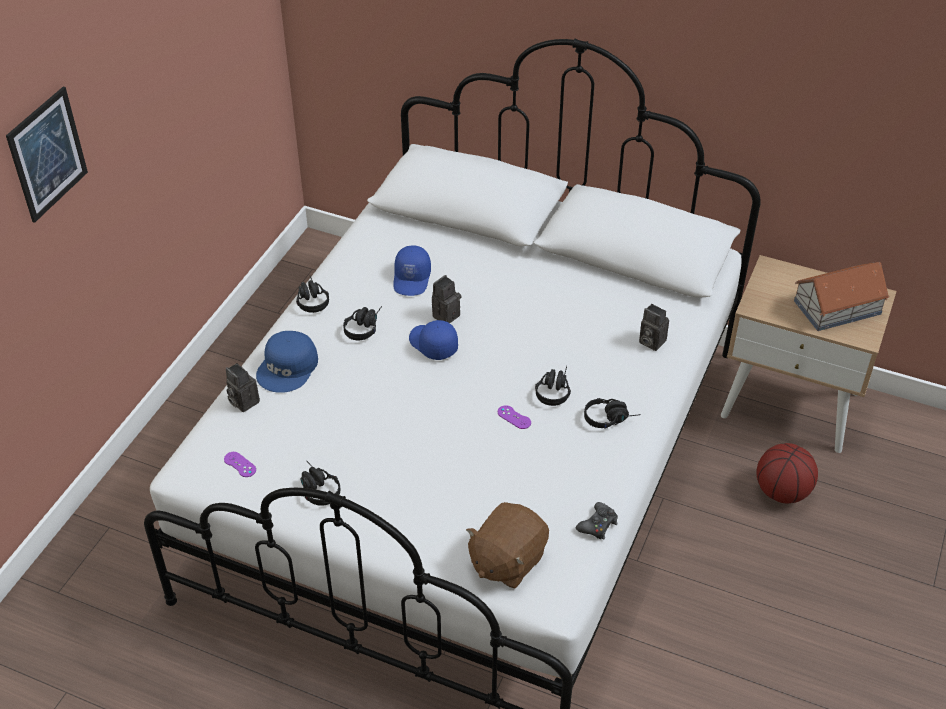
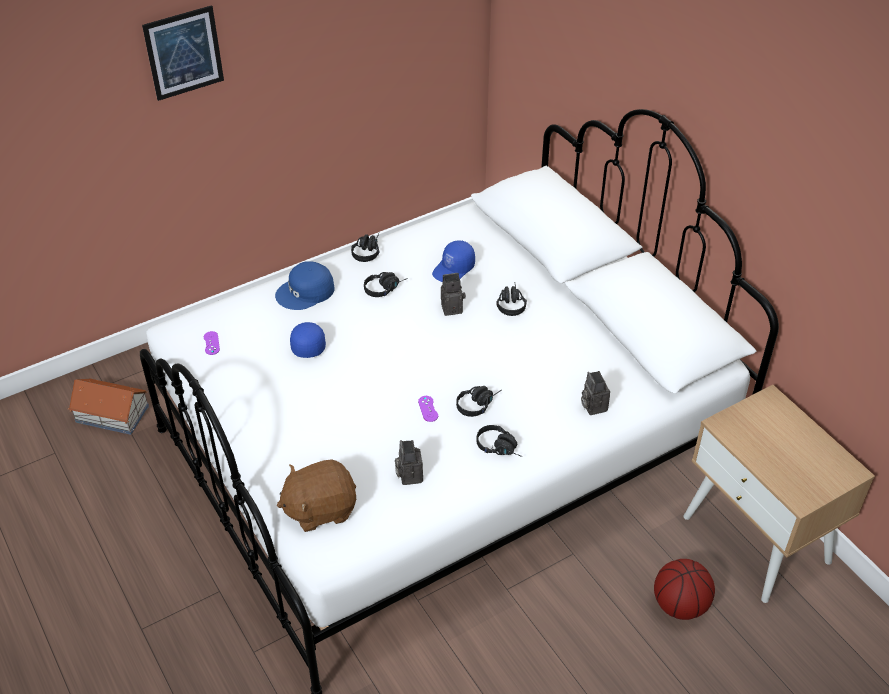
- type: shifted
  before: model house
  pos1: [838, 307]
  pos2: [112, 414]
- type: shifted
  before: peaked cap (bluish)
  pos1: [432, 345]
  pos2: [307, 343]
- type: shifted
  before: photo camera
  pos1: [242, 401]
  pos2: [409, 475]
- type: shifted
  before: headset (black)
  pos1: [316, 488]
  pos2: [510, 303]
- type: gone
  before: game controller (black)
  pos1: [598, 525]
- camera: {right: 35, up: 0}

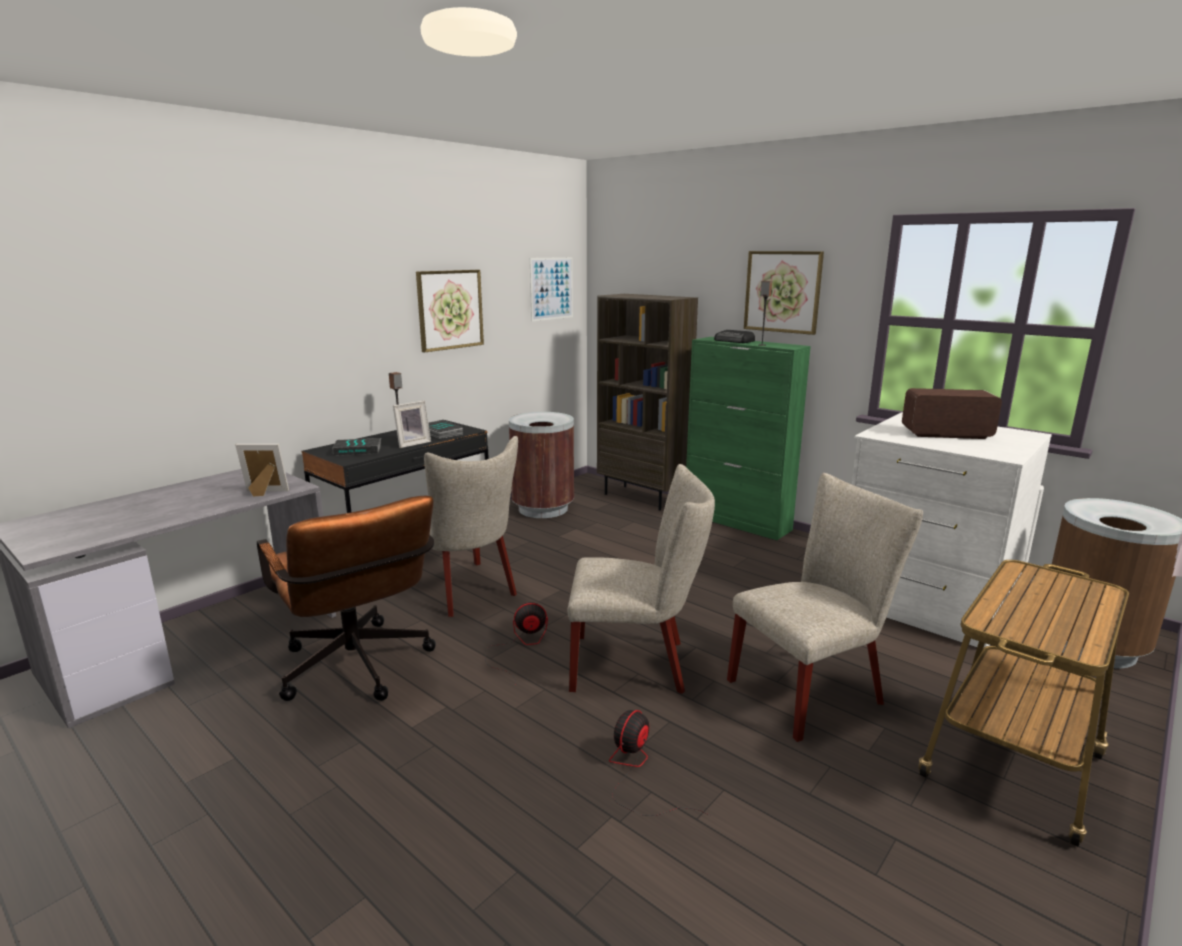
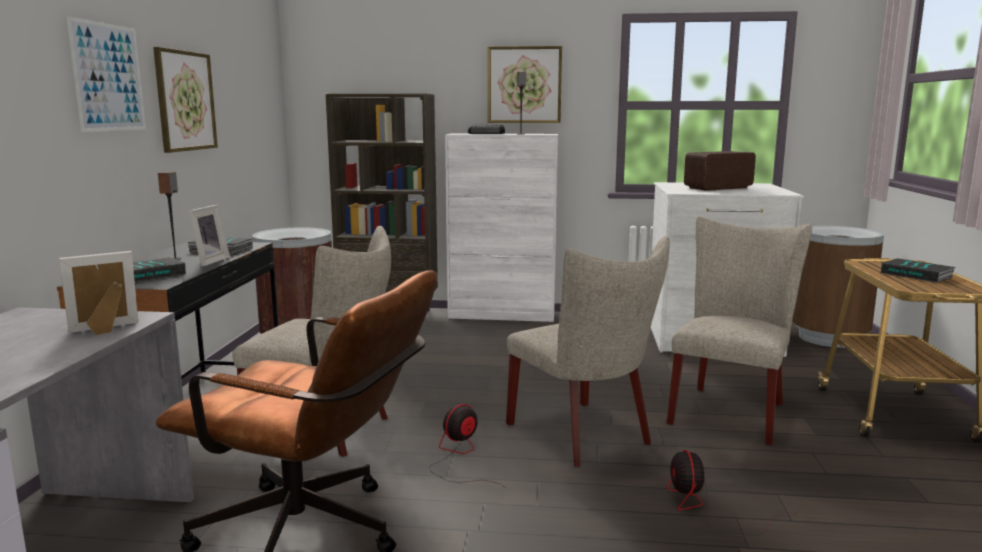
- type: shifted
  before: wall picture
  pos1: [551, 288]
  pos2: [108, 77]
- type: repainted
  before: cabinet (green)
  after: cabinet (white-coloured)
  pos1: [737, 522]
  pos2: [502, 315]
- type: rotated
  before: chair (beige)
  pos1: [637, 664]
  pos2: [585, 436]
  turn: 90
- type: new
  after: volume
  pos2: [917, 275]
- camera: {right: -35, up: -5}

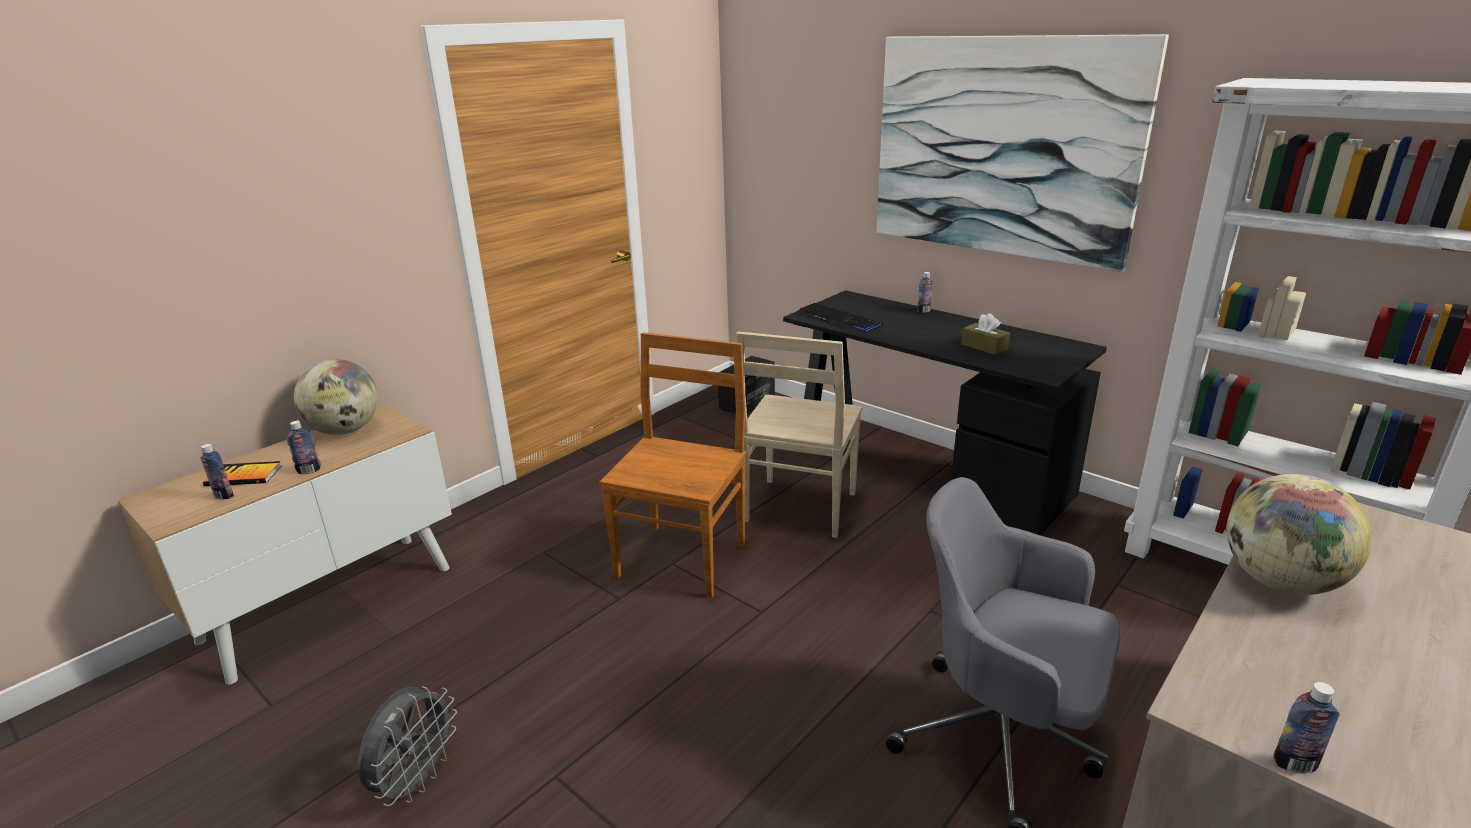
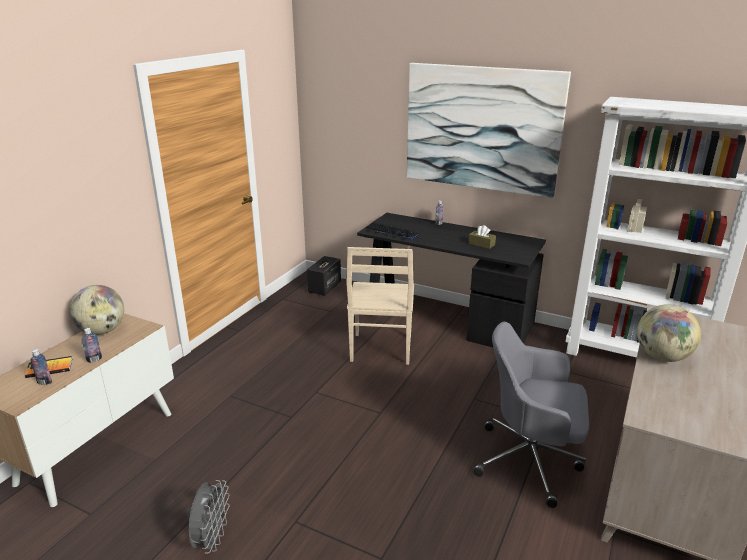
- type: gone
  before: chair (brownish)
  pos1: [683, 558]
- type: gone
  before: beverage bottle
  pos1: [1294, 764]
- camera: {right: -15, up: 0}

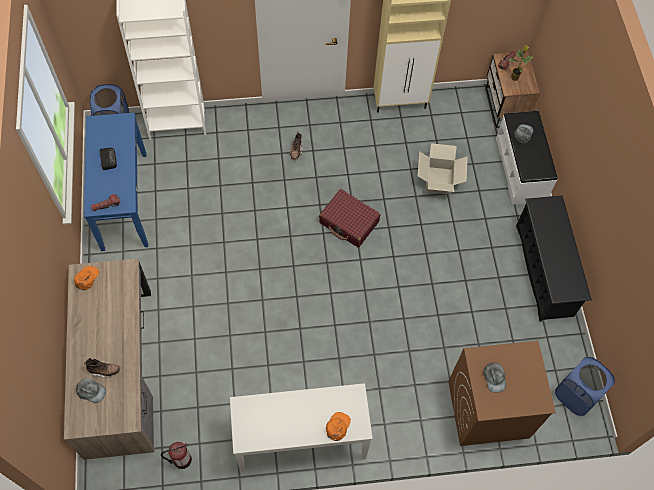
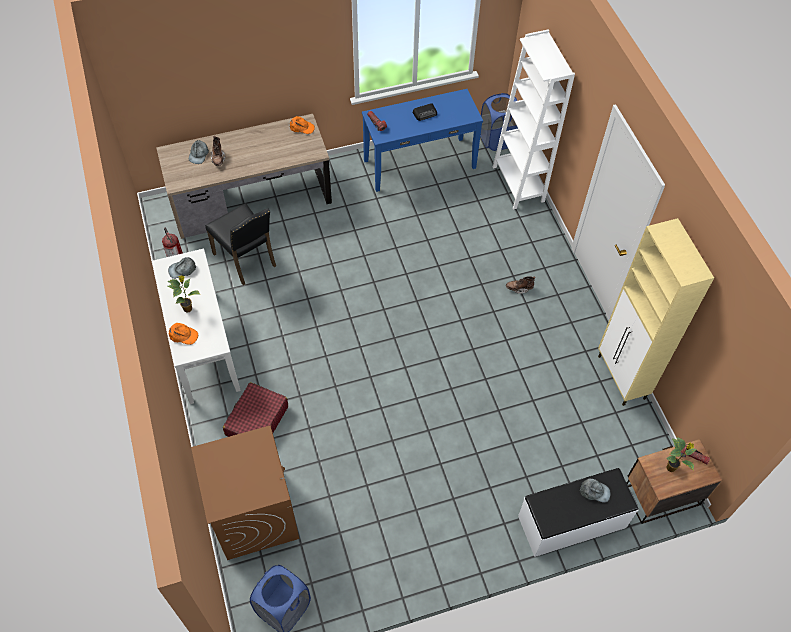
- type: gone
  before: packing box
  pos1: [439, 180]
- type: shifted
  before: travel case (red)
  pos1: [349, 222]
  pos2: [256, 421]
- type: gone
  before: shoe rack (black)
  pos1: [544, 270]
- type: shifted
  before: peaked cap (gray)
  pos1: [494, 378]
  pos2: [182, 269]
- type: new
  after: chair (black)
  pos2: [246, 260]
- type: new
  after: potted plant
  pos2: [188, 308]
- camera: {right: 80, up: -5}

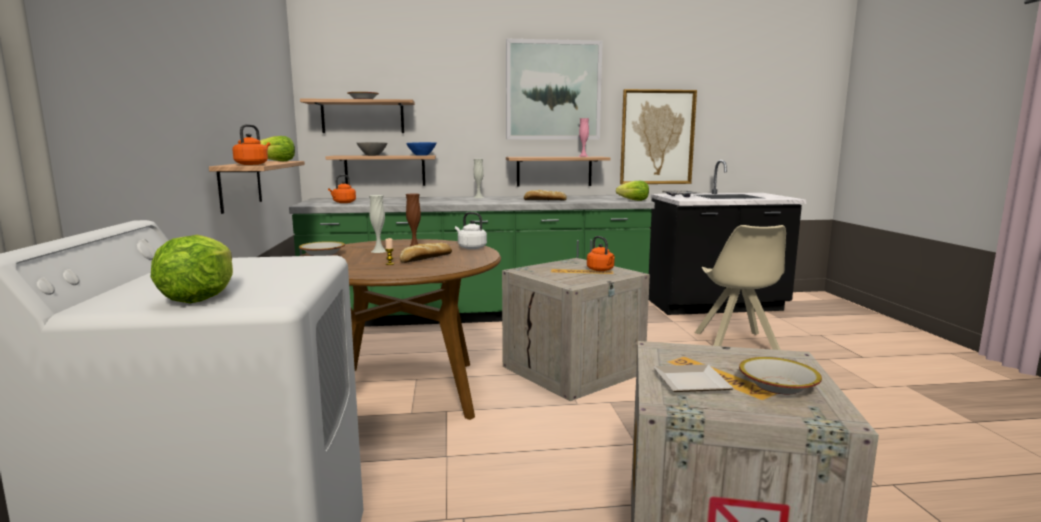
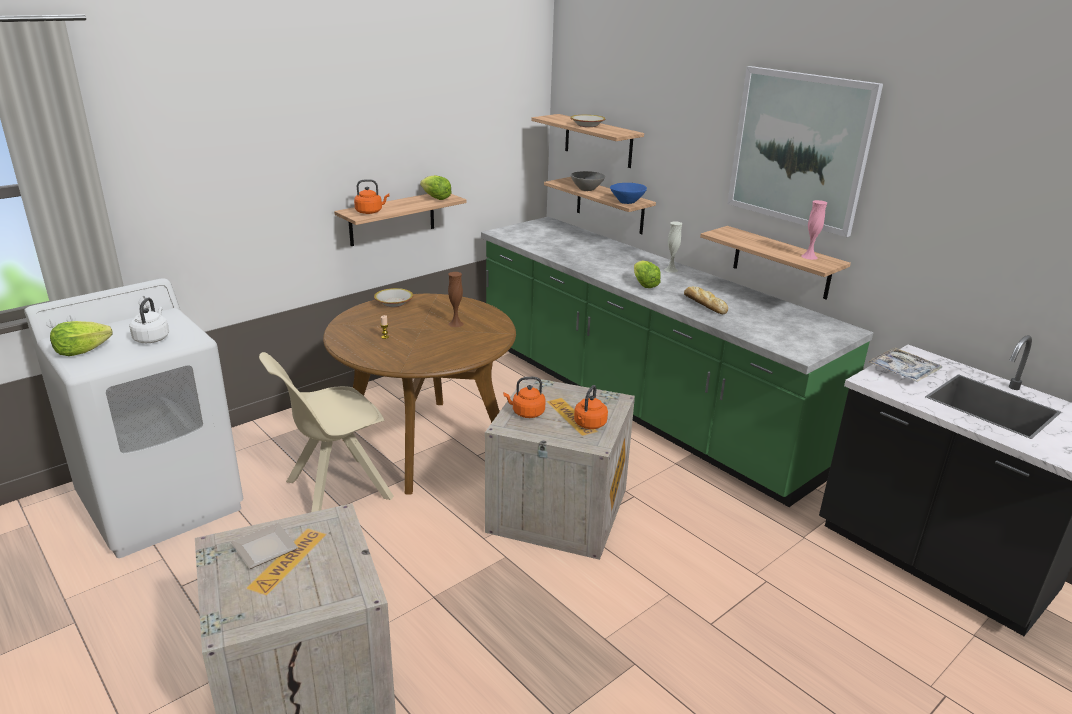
- type: gone
  before: wall picture
  pos1: [657, 137]
- type: shifted
  before: water kettle (orange-coloured)
  pos1: [343, 202]
  pos2: [526, 413]
- type: shifted
  before: head of lettuce
  pos1: [634, 200]
  pos2: [644, 285]
- type: gone
  before: decorative vase (white-coloured)
  pos1: [379, 251]
- type: shifted
  before: water kettle (white-coloured)
  pos1: [470, 247]
  pos2: [152, 338]
- type: shifted
  before: chair (beige)
  pos1: [736, 344]
  pos2: [335, 490]
- type: gone
  before: bakery bread
  pos1: [425, 258]
- type: gone
  before: bowl
  pos1: [777, 385]
- camera: {right: 55, up: 15}

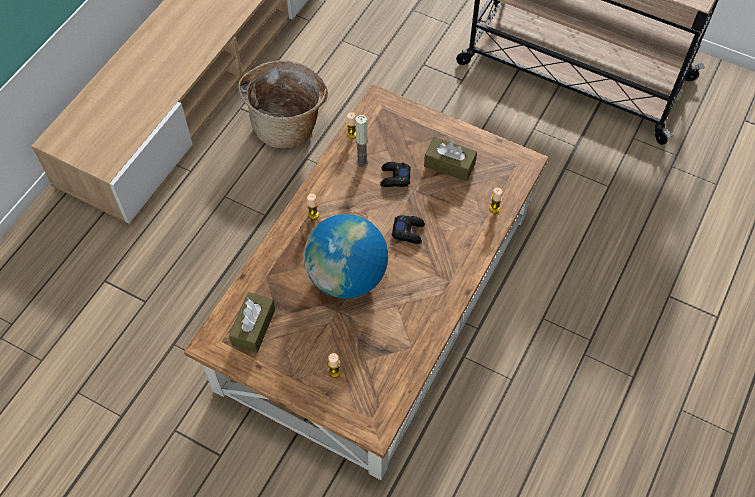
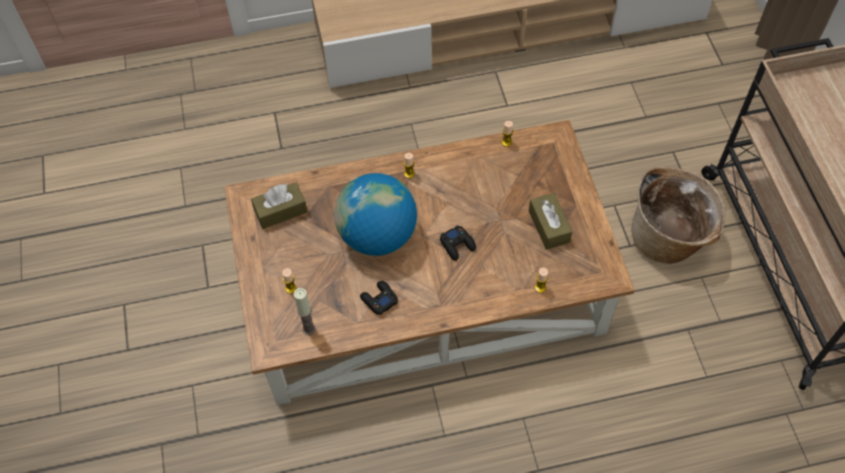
- type: shifted
  before: storage basket
  pos1: [288, 125]
  pos2: [669, 238]
- type: shifted
  before: wax candle
  pos1: [362, 162]
  pos2: [309, 329]
- type: shifted
  before: game controller (black)
  pos1: [394, 178]
  pos2: [378, 299]
- camera: {right: 50, up: 0}

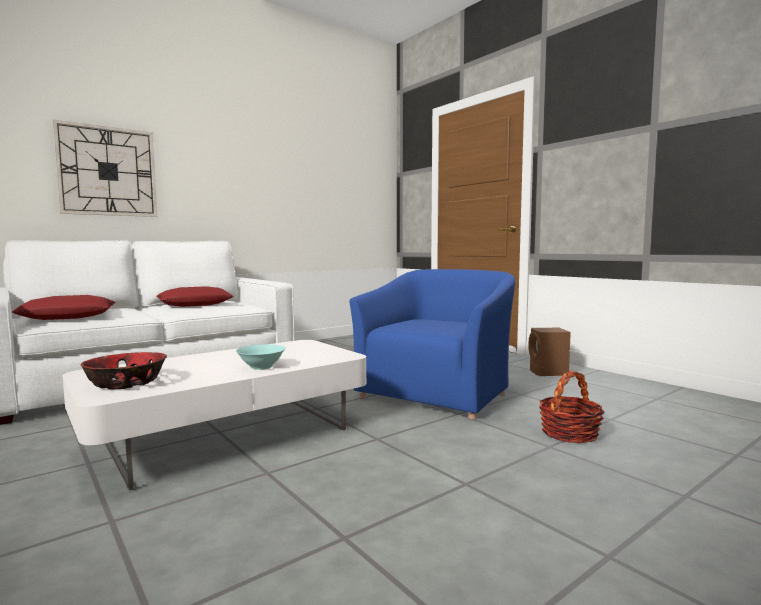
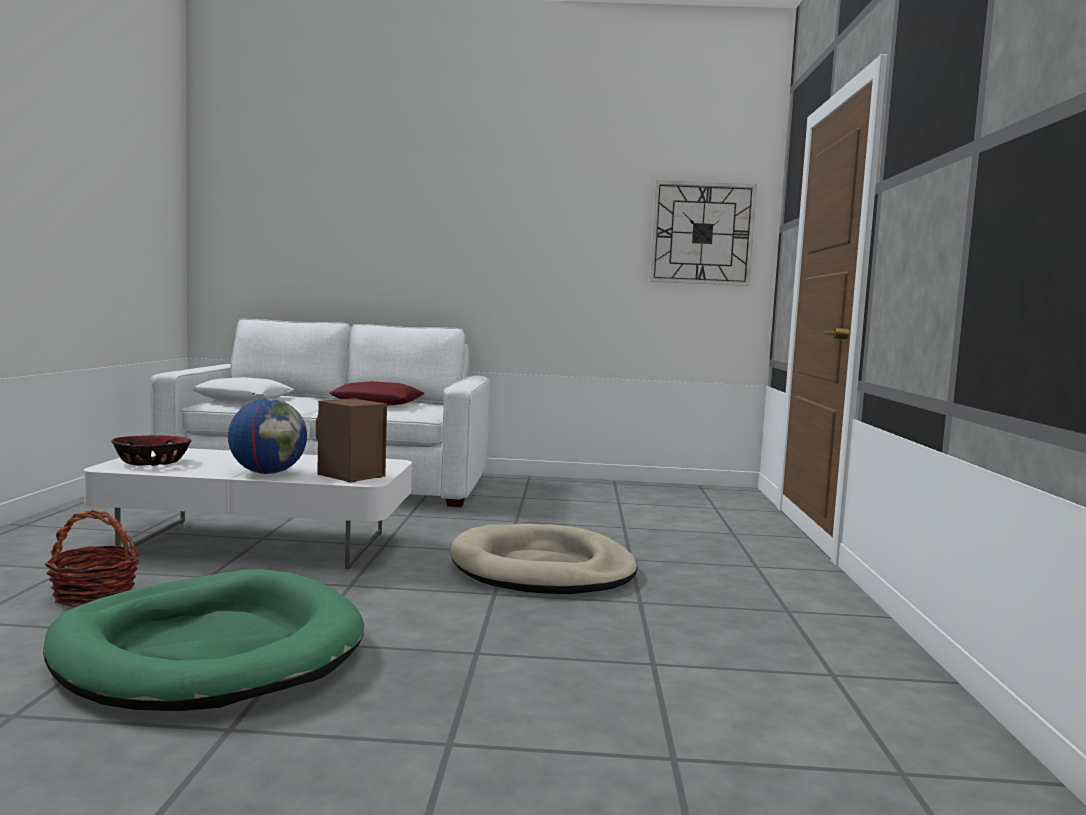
- type: shifted
  before: clock on the wall
  pos1: [107, 171]
  pos2: [702, 233]
- type: swapped
  before: easy chair (bluish)
  after: dog cushion (beige)
  pos1: [436, 393]
  pos2: [542, 569]
- type: repainted
  before: throw pillow (red)
  after: throw pillow (white-coloured)
  pos1: [68, 316]
  pos2: [243, 399]
- type: shifted
  before: speaker (brownish)
  pos1: [548, 373]
  pos2: [349, 476]
- type: swapped
  before: bowl (turquoise-coloured)
  after: globe
  pos1: [260, 367]
  pos2: [268, 473]
- type: shifted
  before: storage basket
  pos1: [569, 433]
  pos2: [94, 595]
- type: new
  after: dog cushion (green)
  pos2: [209, 650]
- camera: {right: 40, up: 0}

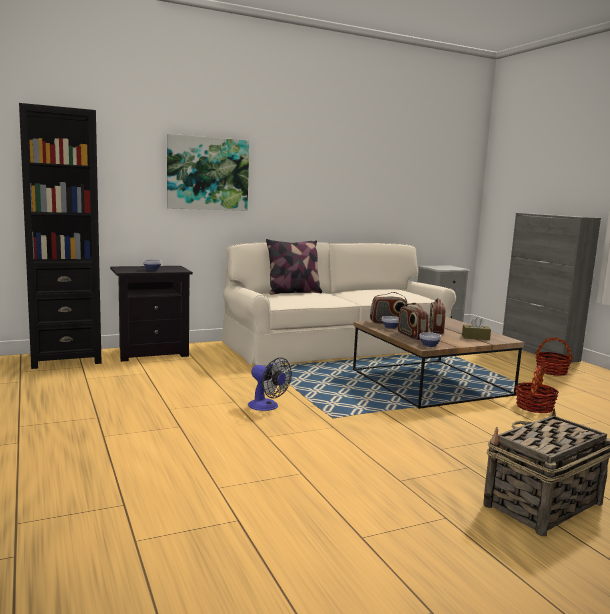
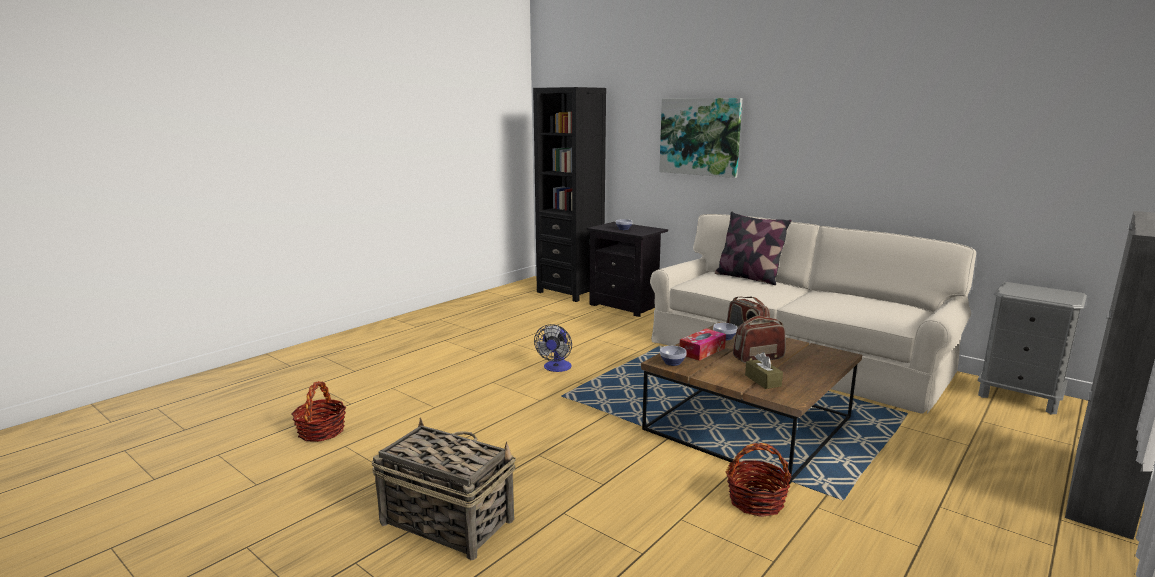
- type: swapped
  before: radio receiver
  after: tissue box
  pos1: [411, 336]
  pos2: [702, 351]
- type: shifted
  before: storage basket
  pos1: [551, 371]
  pos2: [321, 431]
- camera: {right: 65, up: 5}

